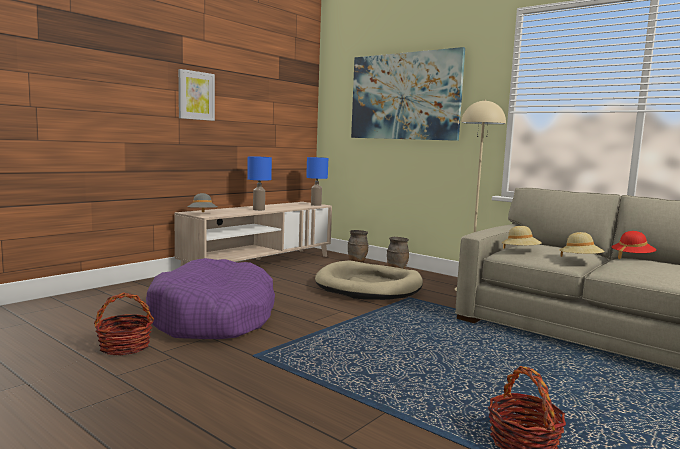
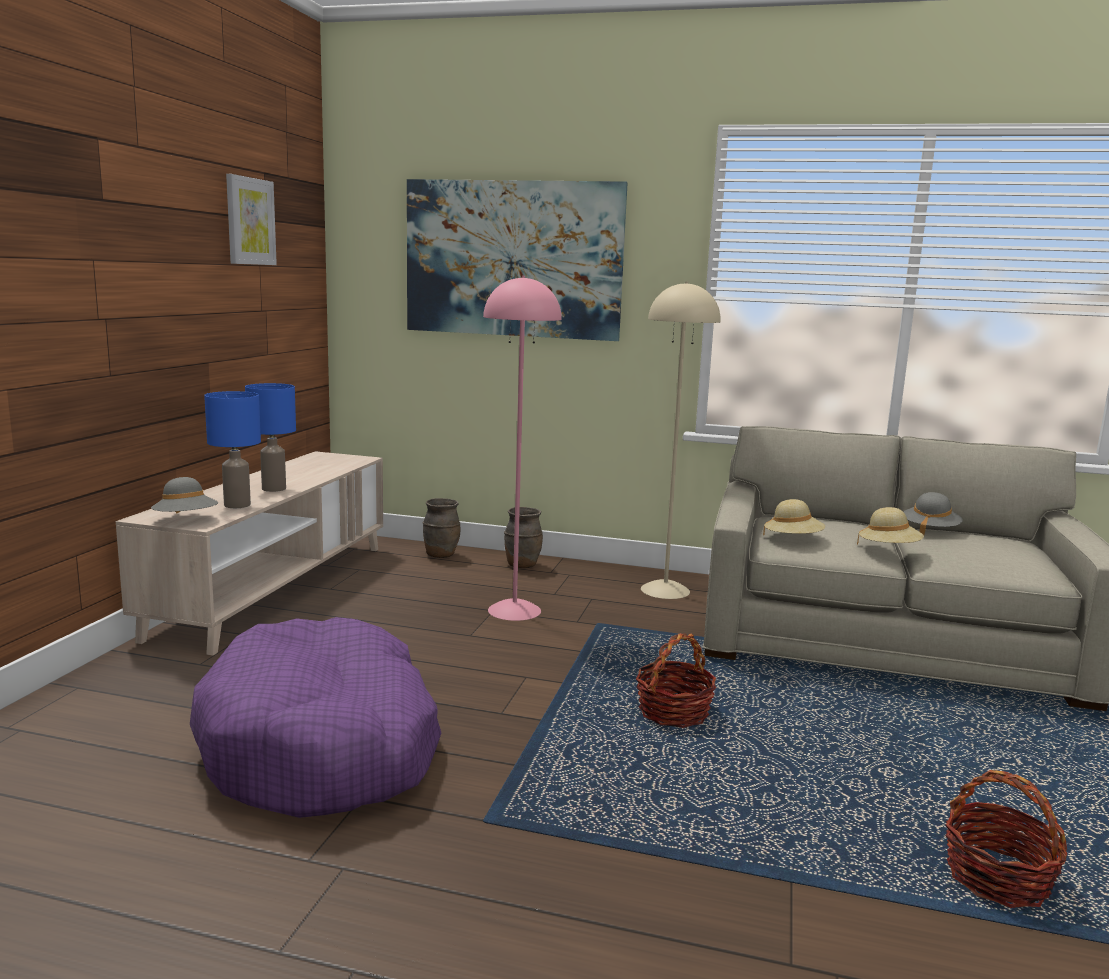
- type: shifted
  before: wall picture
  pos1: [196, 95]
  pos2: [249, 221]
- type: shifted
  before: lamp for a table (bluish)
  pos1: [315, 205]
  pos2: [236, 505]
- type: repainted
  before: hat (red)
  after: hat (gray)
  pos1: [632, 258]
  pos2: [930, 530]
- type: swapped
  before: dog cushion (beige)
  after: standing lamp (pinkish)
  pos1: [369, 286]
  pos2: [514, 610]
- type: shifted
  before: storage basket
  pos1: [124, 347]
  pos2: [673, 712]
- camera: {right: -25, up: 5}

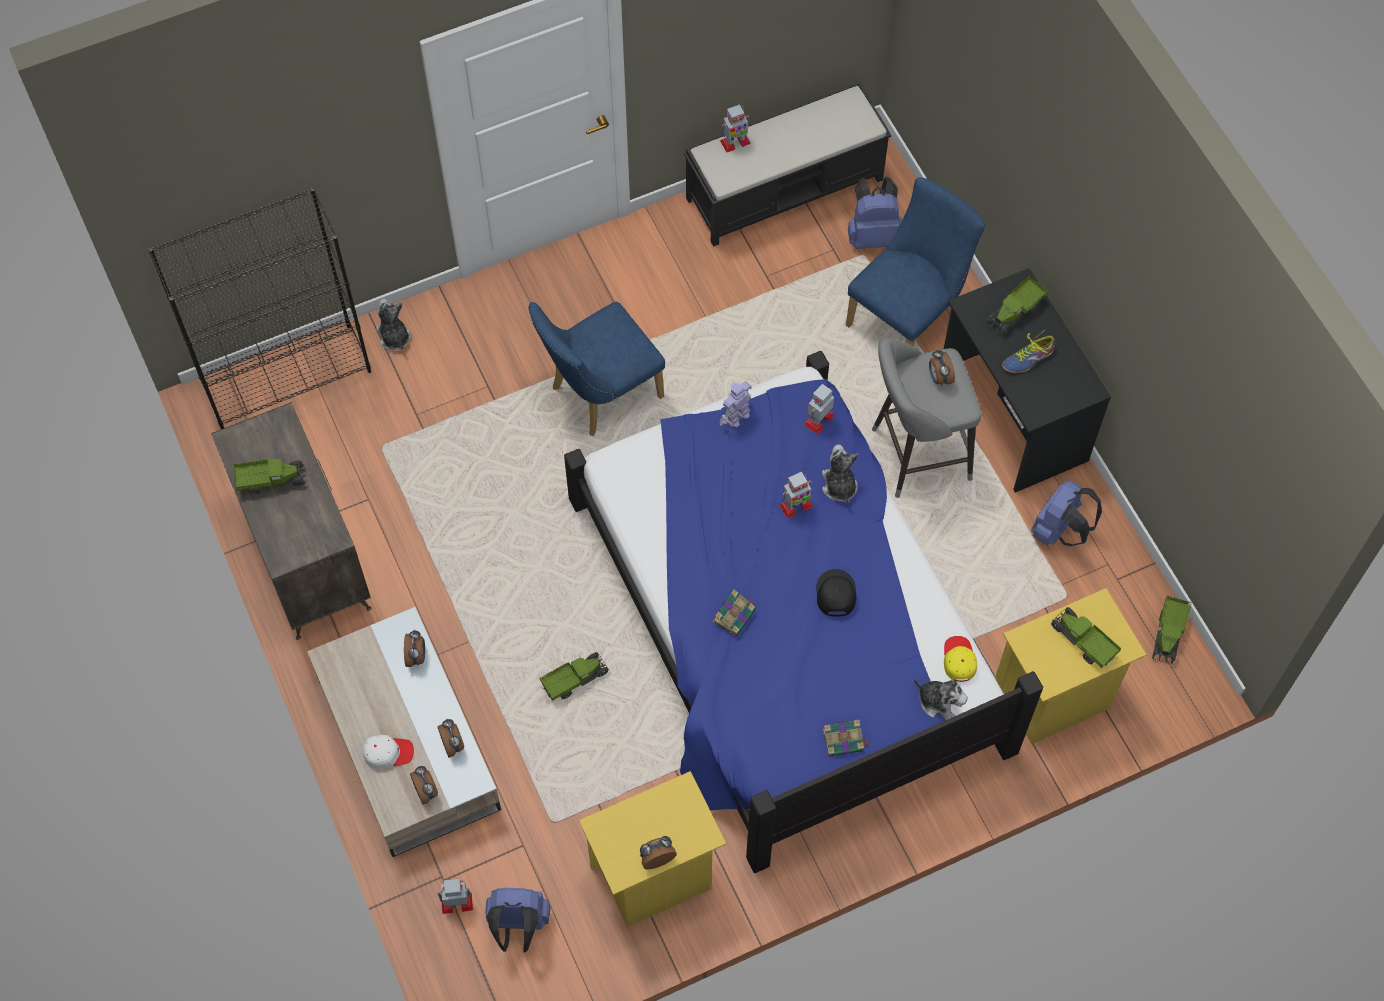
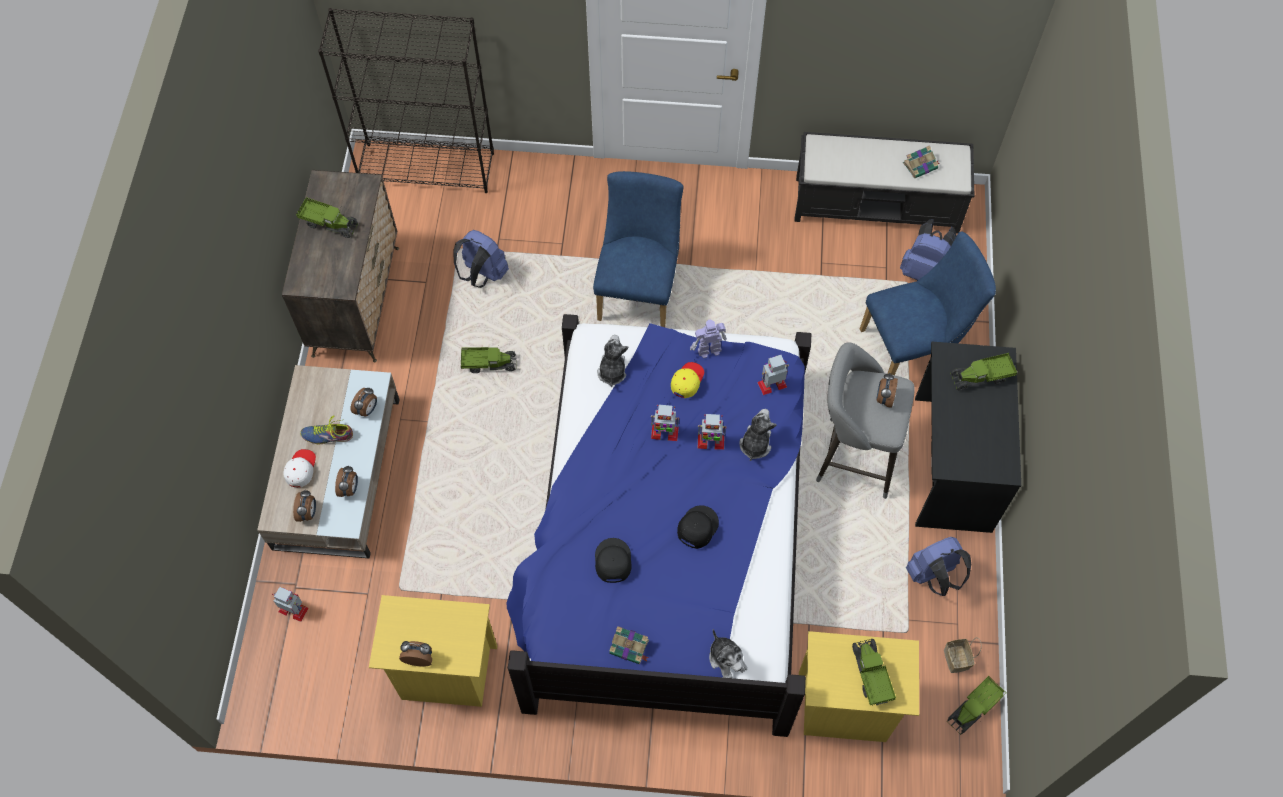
- type: shifted
  before: toy robot
  pos1: [735, 142]
  pos2: [664, 433]
- type: shifted
  before: soft toy
  pos1: [394, 337]
  pos2: [612, 371]
- type: rotated
  before: chair (bluish)
  pos1: [599, 394]
  pos2: [639, 289]
  turn: 105
- type: shifted
  before: item of footwear
  pos1: [1028, 358]
  pos2: [328, 435]
- type: shifted
  before: volume
  pos1: [734, 615]
  pos2: [920, 165]
- type: shifted
  before: peaked cap (yellow-coloured)
  pos1: [959, 660]
  pos2: [687, 381]
- type: shifted
  before: toy truck
  pos1: [574, 679]
  pos2: [488, 364]
- type: rotated
  before: peaked cap (white-coloured)
  pos1: [388, 753]
  pos2: [300, 469]
  turn: -105
- type: shifted
  before: knapsack (bluish)
  pos1: [518, 926]
  pos2: [482, 274]
- type: new
  after: peaked cap (black)
  pos2: [612, 561]
- type: new
  after: storage basket
  pos2: [957, 660]
- camera: {right: 30, up: 0}

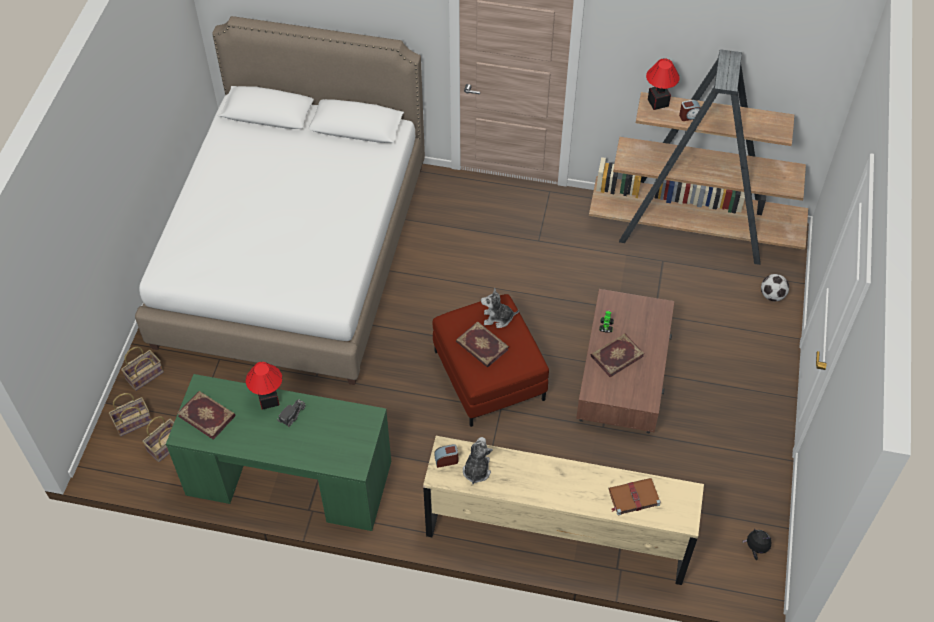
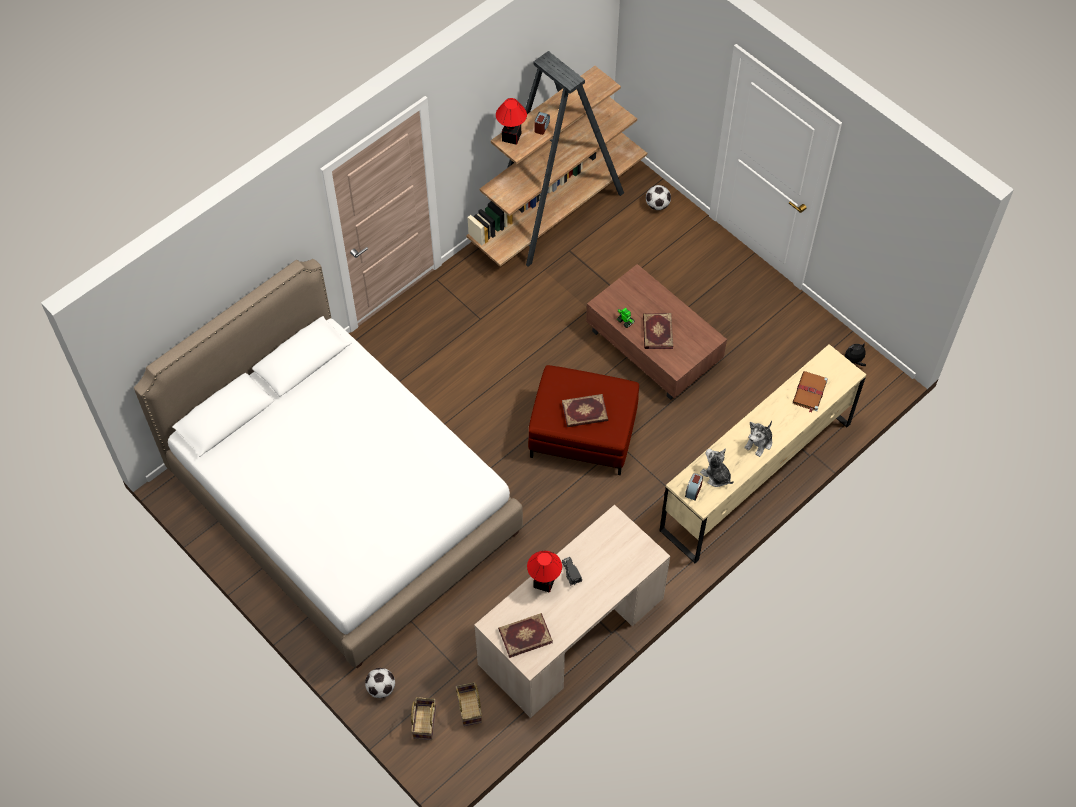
- type: shifted
  before: soft toy
  pos1: [498, 318]
  pos2: [759, 443]
- type: swapped
  before: storage basket
  after: ball for football
  pos1: [145, 375]
  pos2: [381, 688]
- type: repainted
  before: desk table (green)
  after: desk table (beige)
  pos1: [289, 477]
  pos2: [570, 630]
- camera: {right: -55, up: 5}

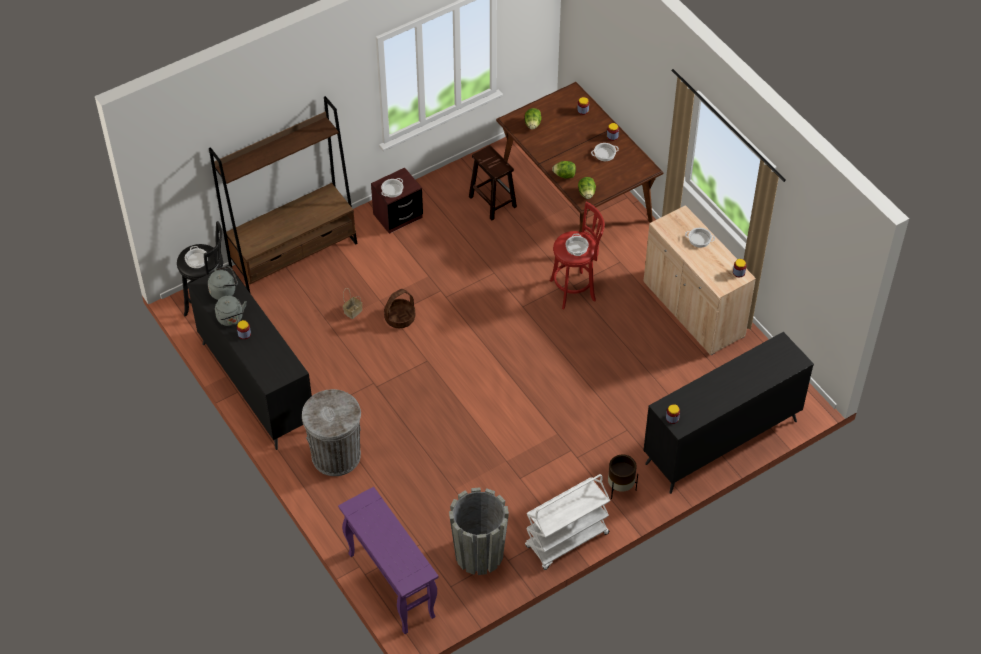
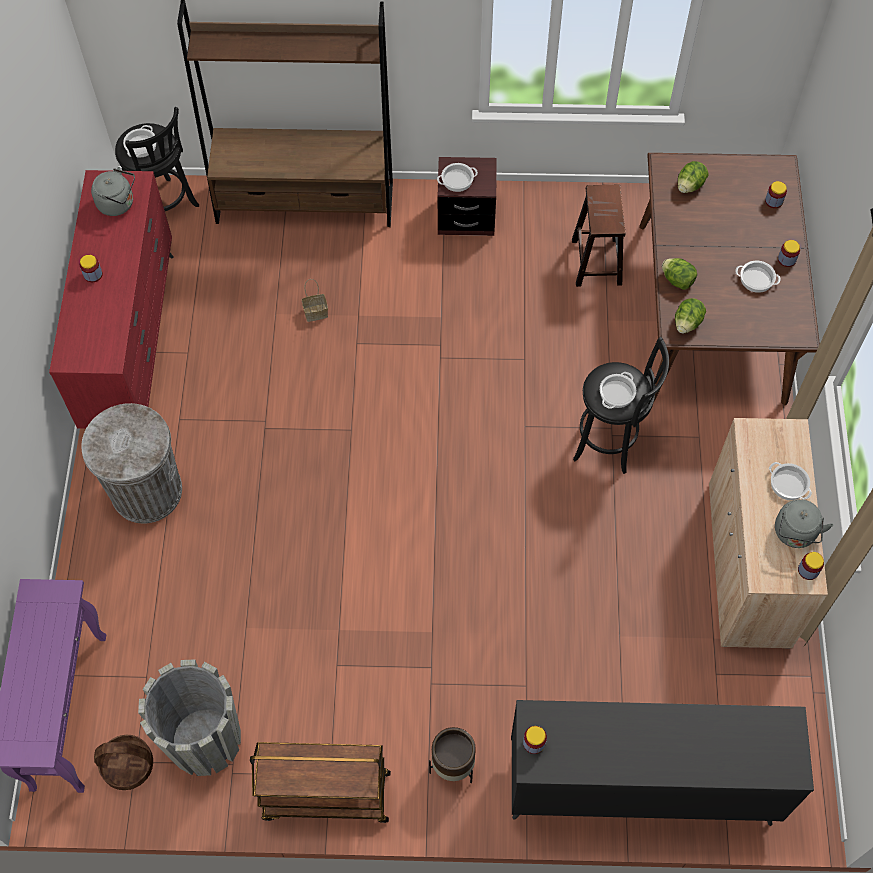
- type: repainted
  before: stool seat (red)
  after: stool seat (black)
  pos1: [575, 290]
  pos2: [610, 442]
- type: repainted
  before: drawer chest (black)
  after: drawer chest (red)
  pos1: [257, 386]
  pos2: [133, 344]
- type: shifted
  before: storage basket
  pos1: [400, 318]
  pos2: [128, 765]
- type: shifted
  before: water kettle (gray)
  pos1: [231, 319]
  pos2: [795, 534]
- type: repainted
  before: wheeled cart (white-coloured)
  after: wheeled cart (brownish)
  pos1: [566, 541]
  pos2: [325, 796]
- camera: {right: 35, up: 10}

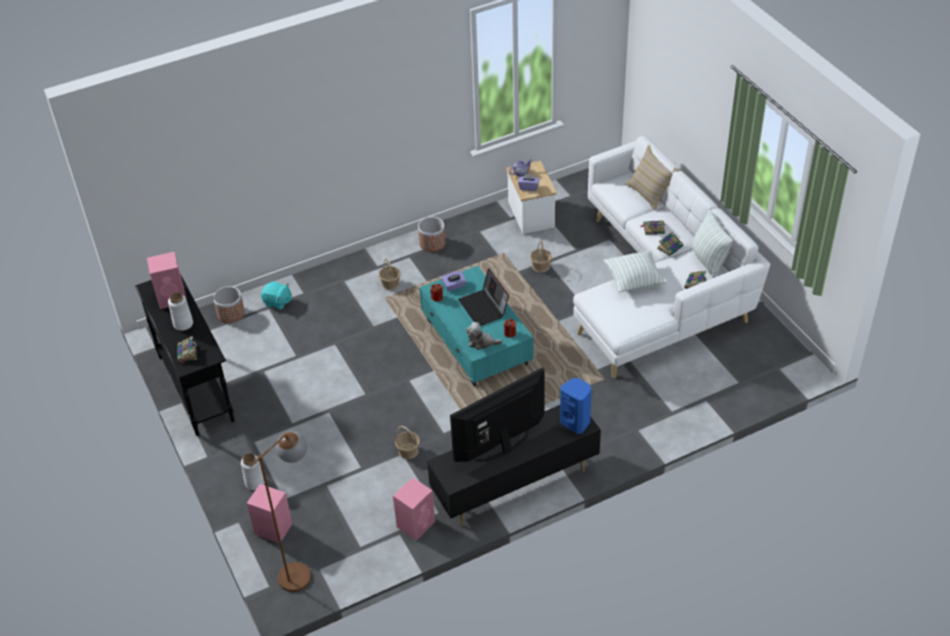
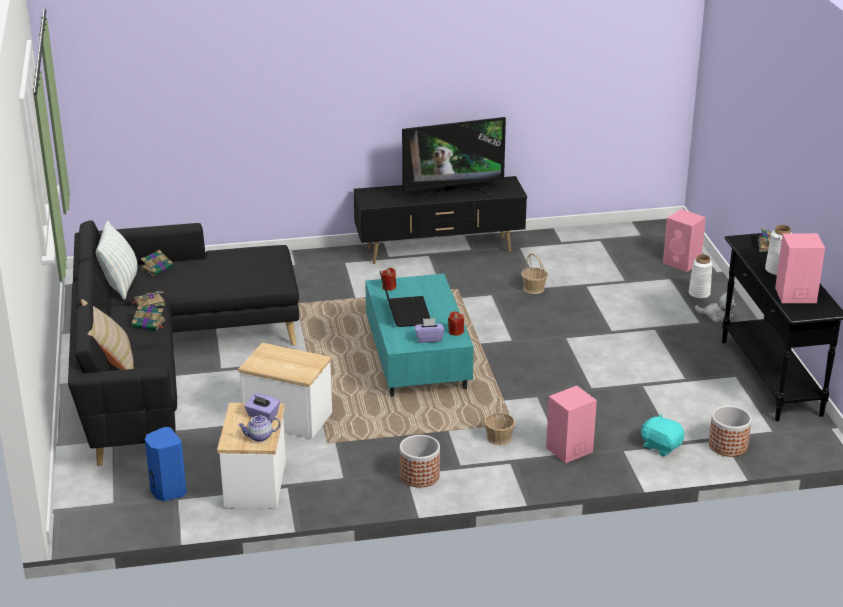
- type: repainted
  before: sofa (white-coloured)
  after: sofa (black)
  pos1: [658, 290]
  pos2: [166, 365]
- type: swapped
  before: storage basket
  after: end table
  pos1: [541, 266]
  pos2: [288, 418]
- type: gone
  before: throw pillow
  pos1: [634, 281]
- type: shifted
  before: soft toy
  pos1: [482, 342]
  pos2: [717, 316]
- type: shifted
  before: speaker (bluish)
  pos1: [576, 422]
  pos2: [167, 491]
- type: gone
  before: standing lamp (brownish)
  pos1: [302, 569]
- type: shifted
  before: speaker (pinkish)
  pos1: [416, 523]
  pos2: [568, 450]
- camera: {right: -165, up: -15}

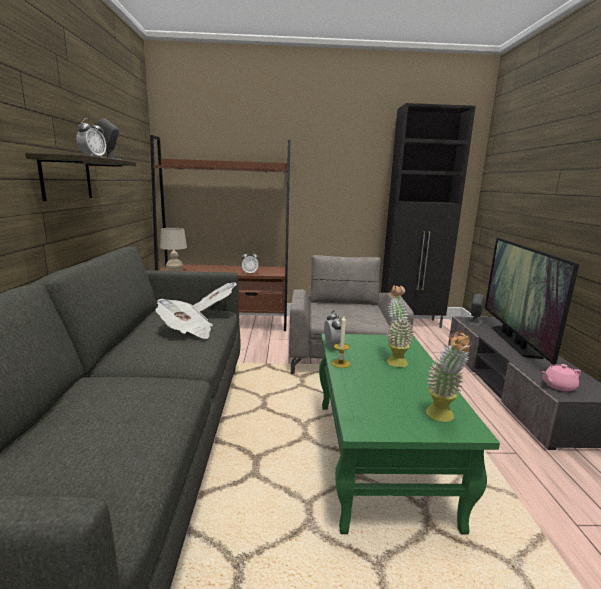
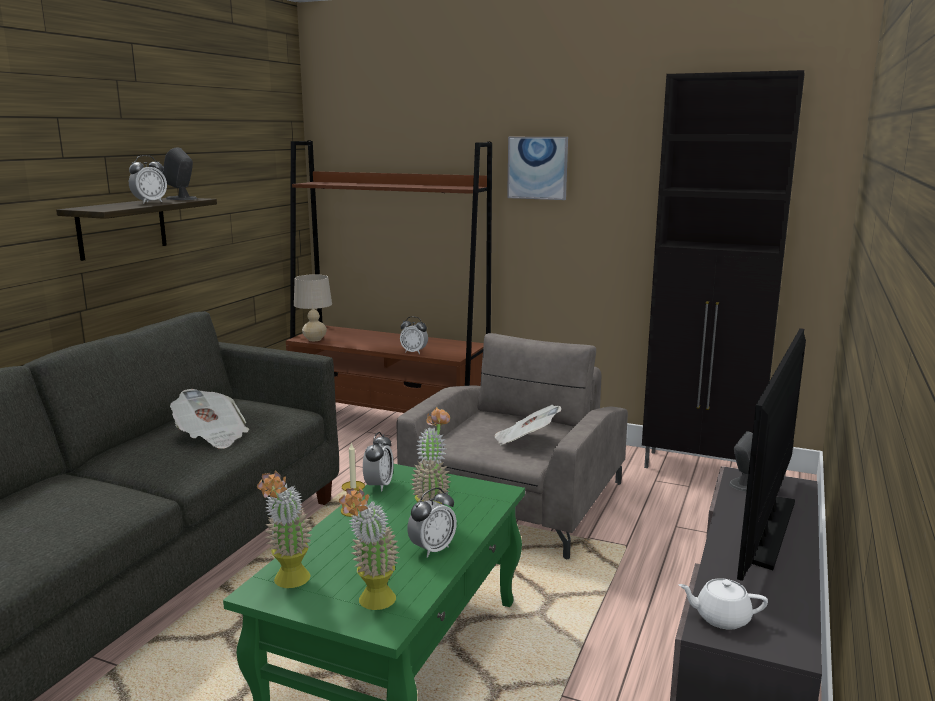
- type: shifted
  before: daily paper
  pos1: [211, 310]
  pos2: [525, 441]
- type: repainted
  before: tea pot (pinkish)
  after: tea pot (white-coloured)
  pos1: [558, 386]
  pos2: [721, 618]
- type: new
  after: wall picture
  pos2: [537, 168]
- type: new
  after: potted plant
  pos2: [289, 584]
- type: new
  after: table clock
  pos2: [432, 549]
- camera: {right: 25, up: 0}

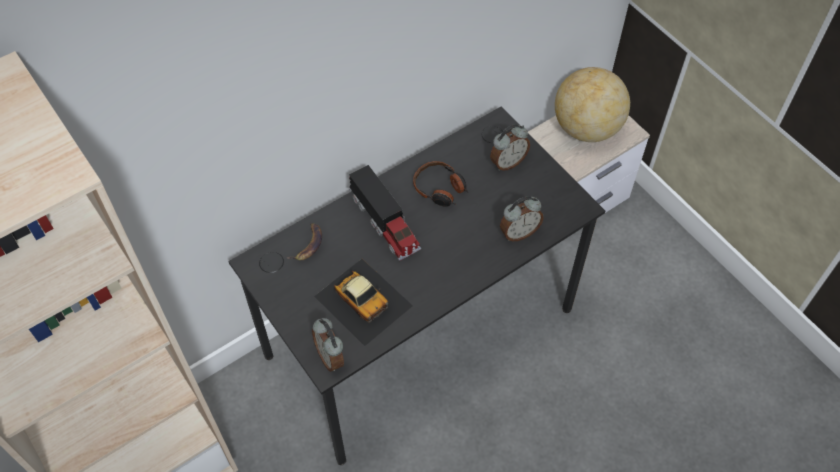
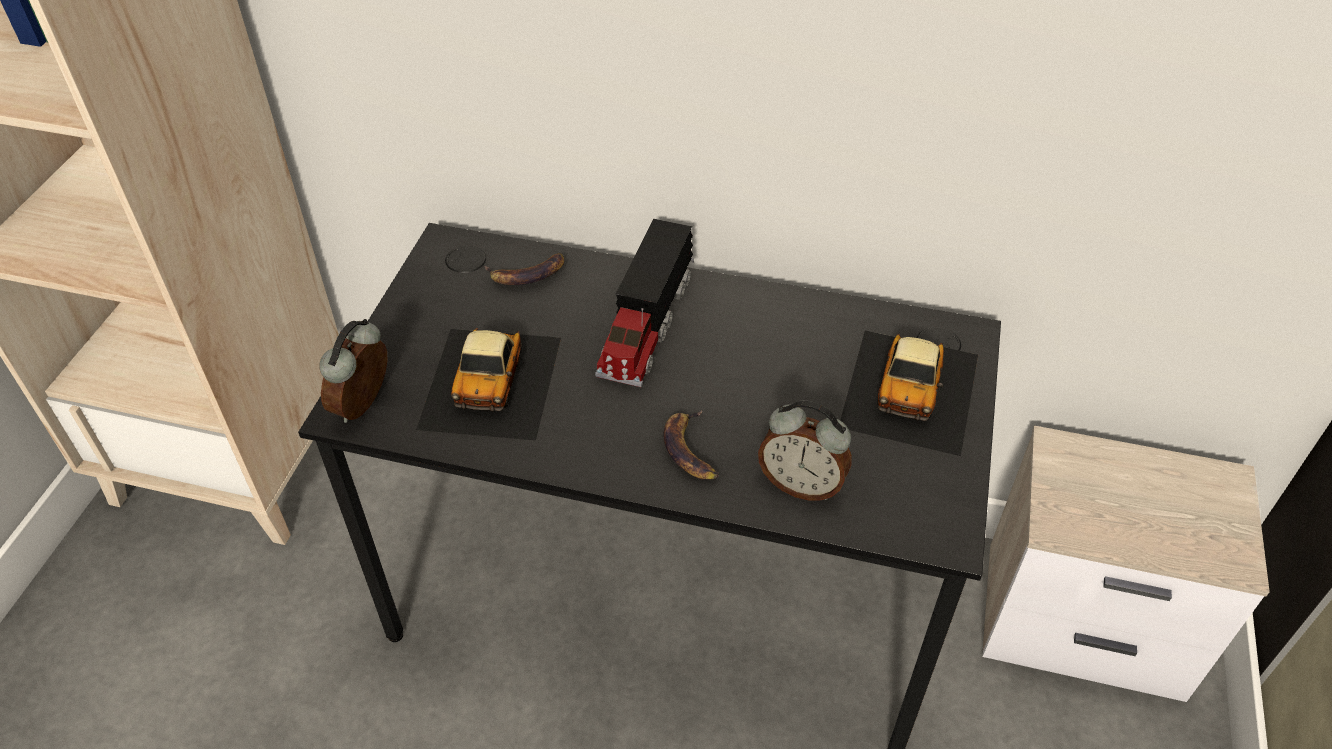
- type: gone
  before: globe
  pos1: [586, 128]
- type: swapped
  before: table clock
  after: model car
  pos1: [507, 162]
  pos2: [911, 389]
- type: gone
  before: headset
  pos1: [440, 189]
- type: new
  after: banana fruit
  pos2: [691, 450]
- camera: {right: 50, up: -10}

